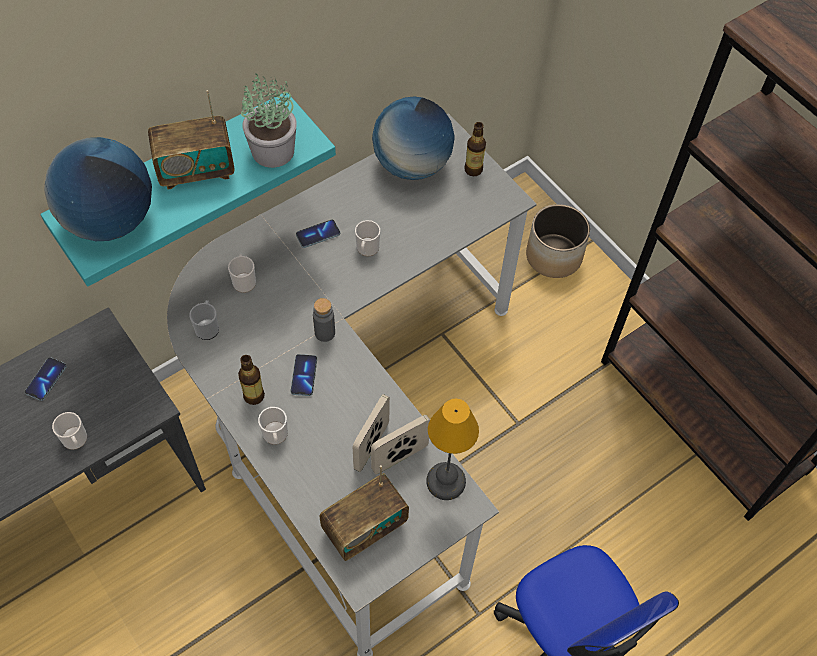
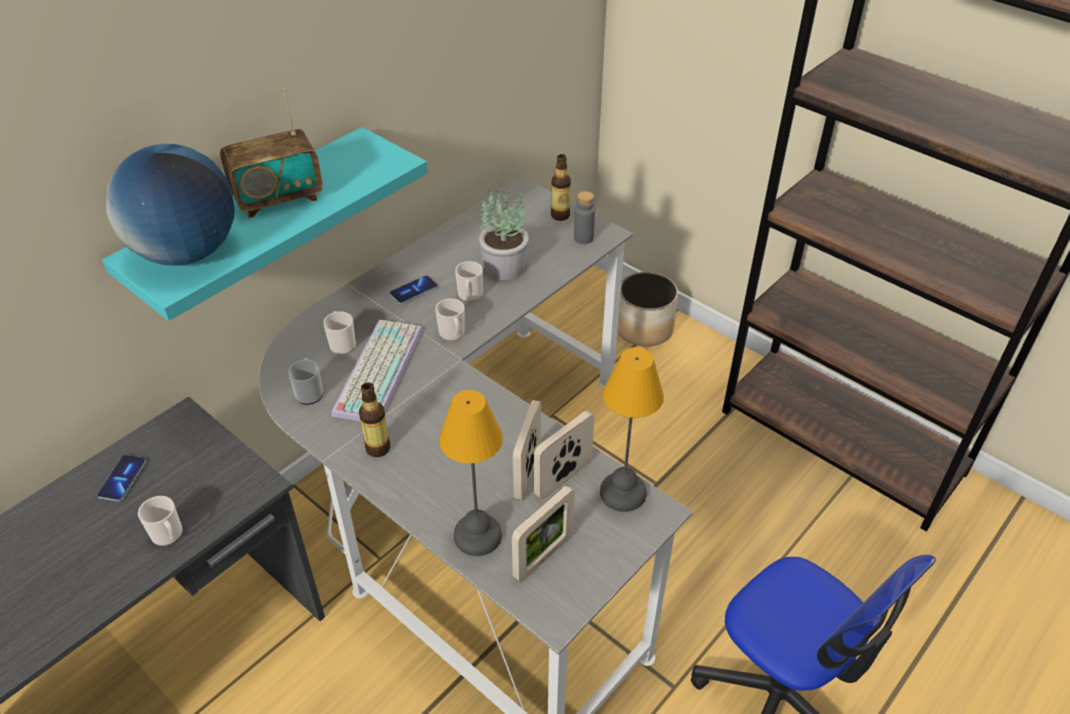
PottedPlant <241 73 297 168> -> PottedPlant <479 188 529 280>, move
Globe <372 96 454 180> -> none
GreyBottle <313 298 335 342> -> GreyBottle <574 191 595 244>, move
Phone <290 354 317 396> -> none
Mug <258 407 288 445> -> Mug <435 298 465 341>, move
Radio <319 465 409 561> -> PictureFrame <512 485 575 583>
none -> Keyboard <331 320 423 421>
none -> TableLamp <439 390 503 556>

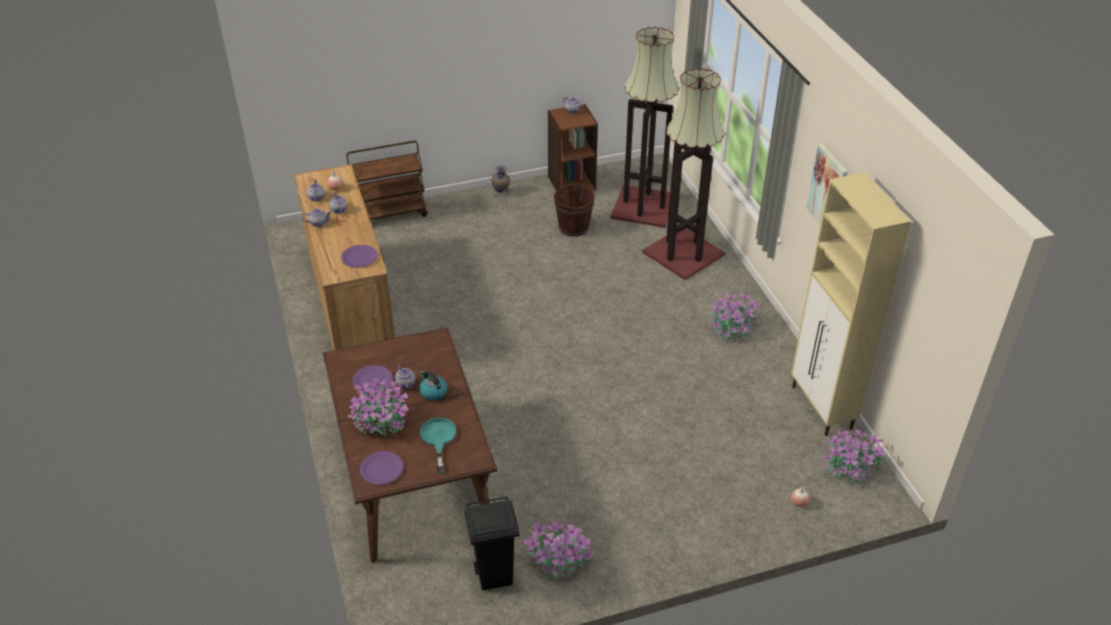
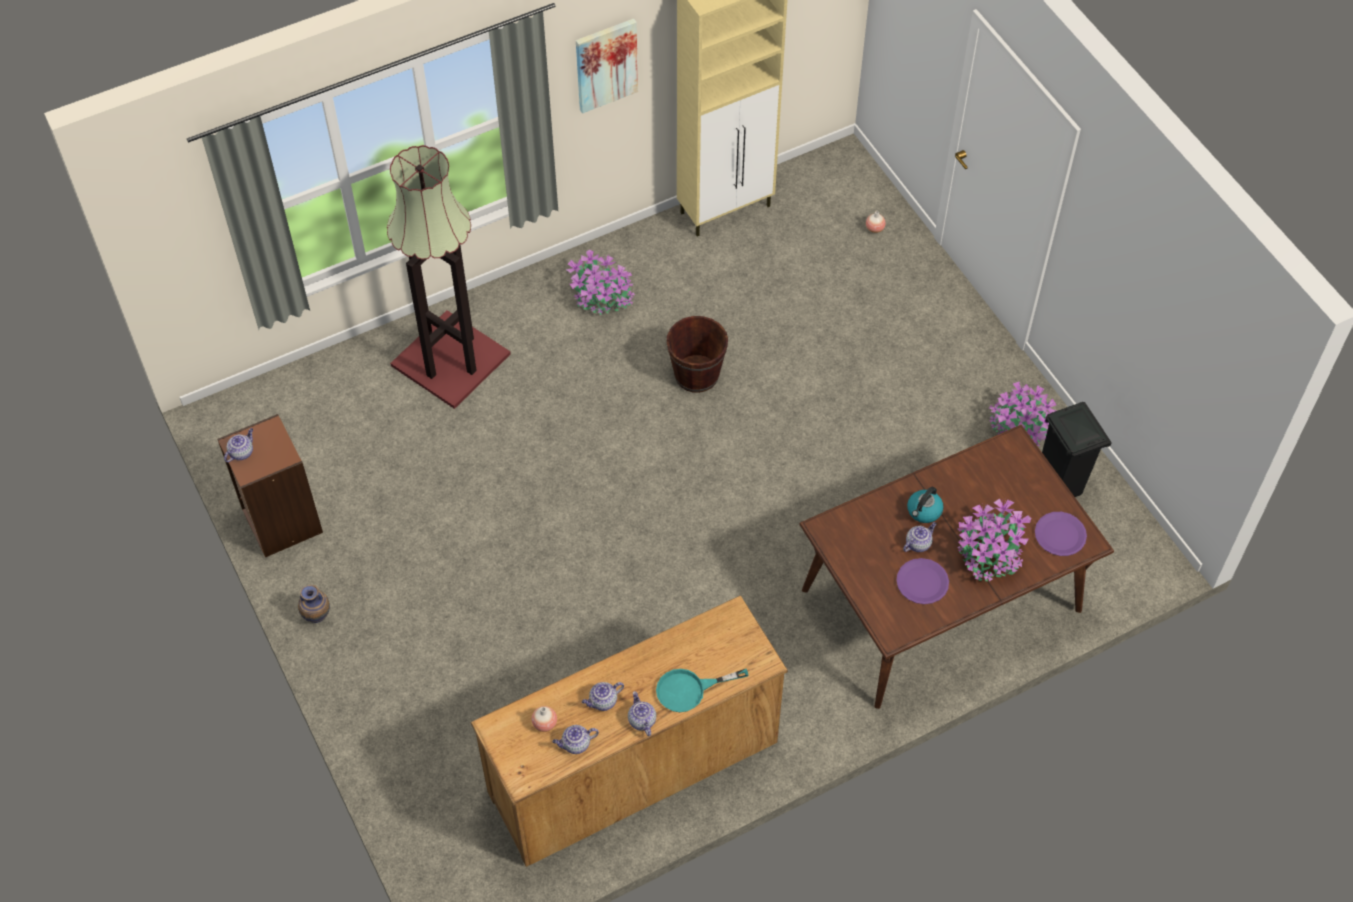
FloorLamp <610 27 679 228> -> none
BrownCart <347 141 428 220> -> none
BrownBucket <554 183 595 237> -> BrownBucket <667 316 728 393>, move
PurplePlate <341 245 378 268> -> none
TurquoiseFryingPan <420 418 456 474> -> TurquoiseFryingPan <656 669 748 712>, move
PottedPlant <823 428 886 483> -> none

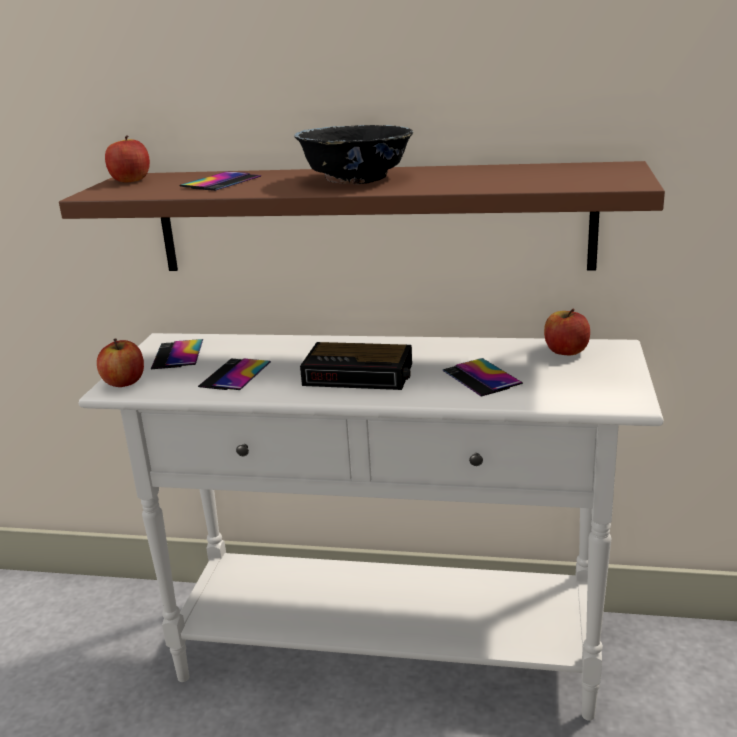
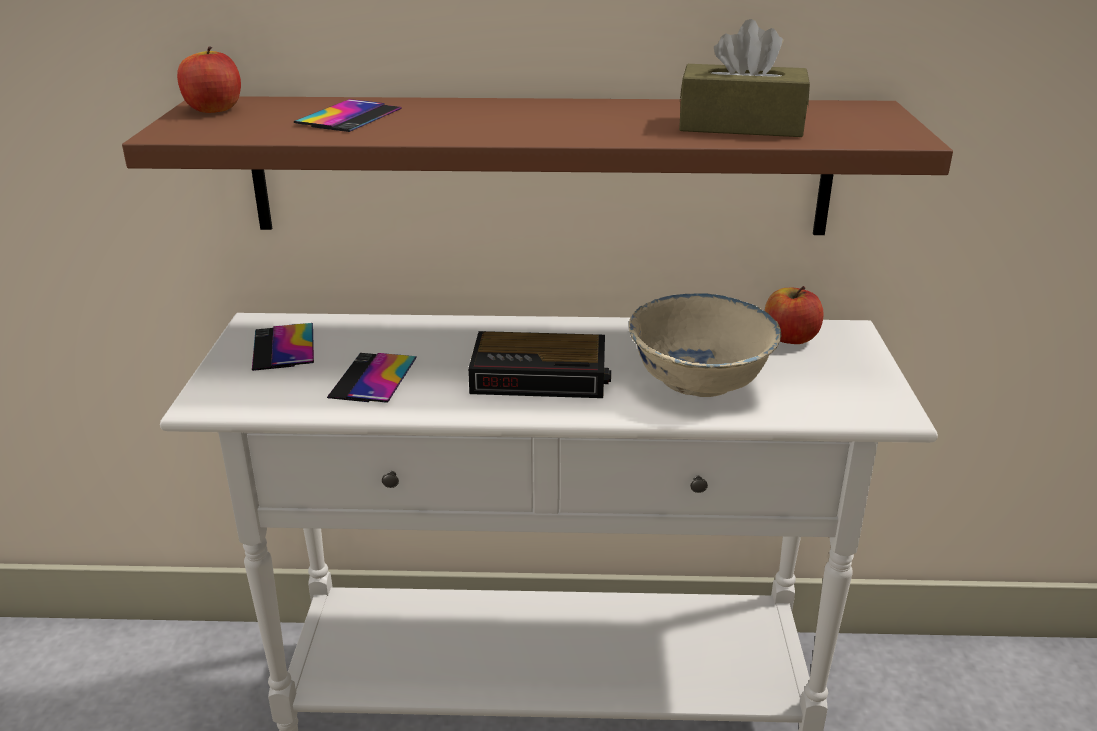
BlackBowl <294 125 413 184> -> none
Apple <97 338 144 387> -> none
Phone <443 358 523 397> -> BeigeBowl <629 293 782 397>
none -> BrownTissueBox <679 19 810 137>

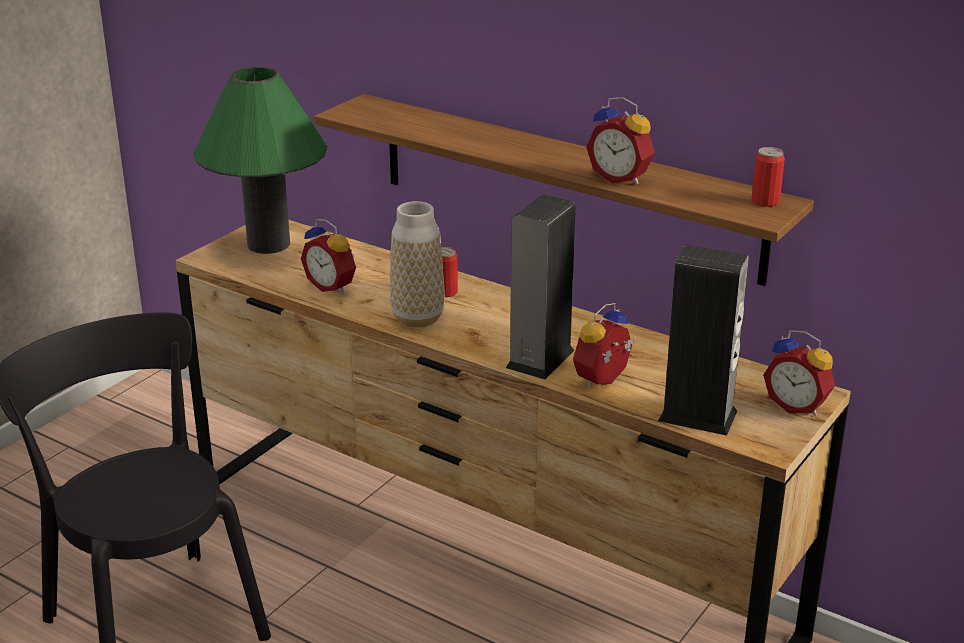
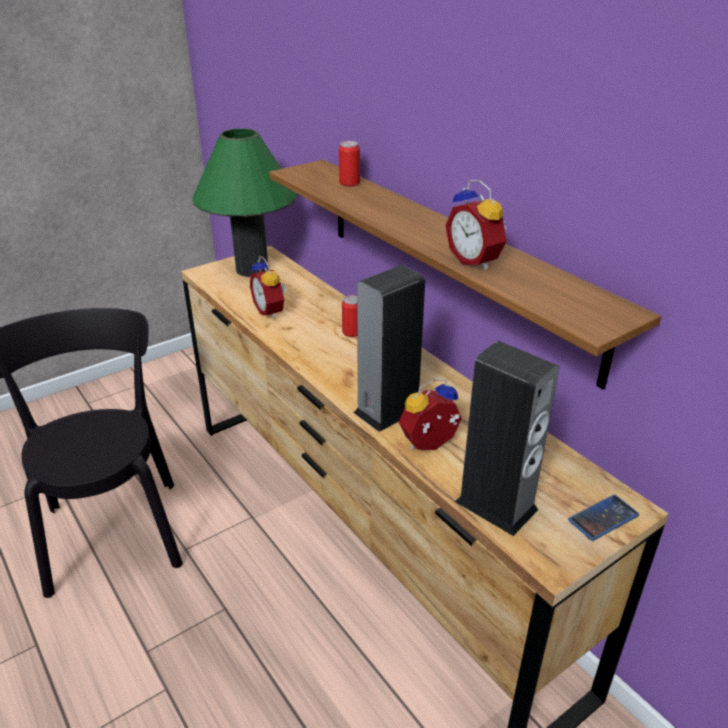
Can <751 147 785 207> -> Can <339 141 360 186>, move
Vase <390 201 445 327> -> none
AlarmClock <763 330 835 416> -> Phone <568 495 639 541>

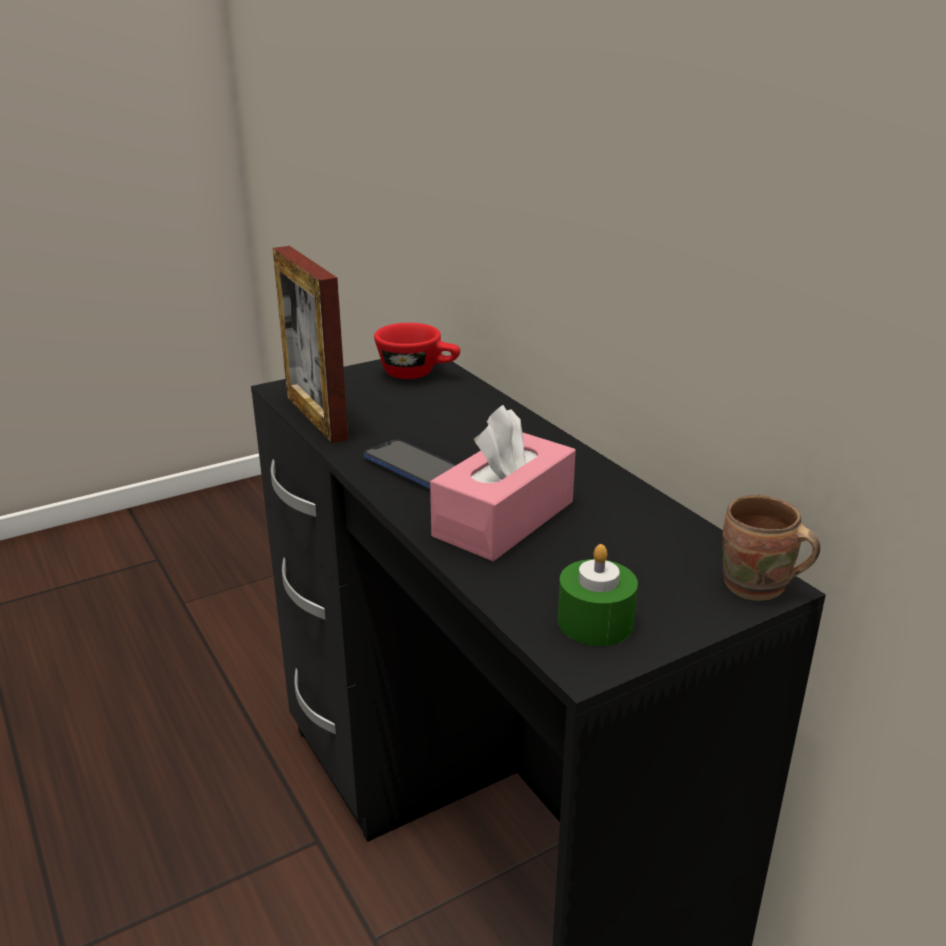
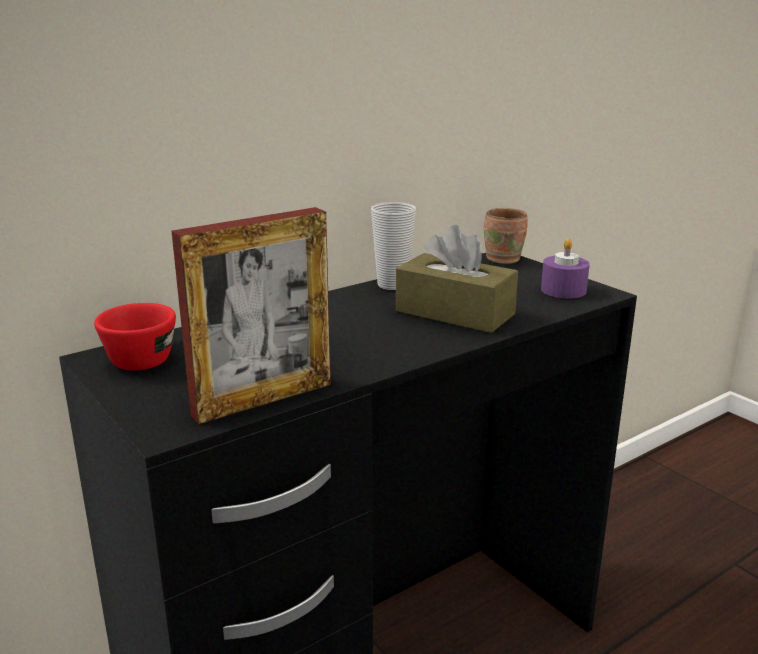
PinkTissueBox <430 405 576 561> -> BrownTissueBox <396 225 518 333>
Phone <364 440 456 489> -> none
GreenCandle <557 544 638 646> -> PurpleCandle <541 238 590 298>
none -> Cup <371 202 416 290>

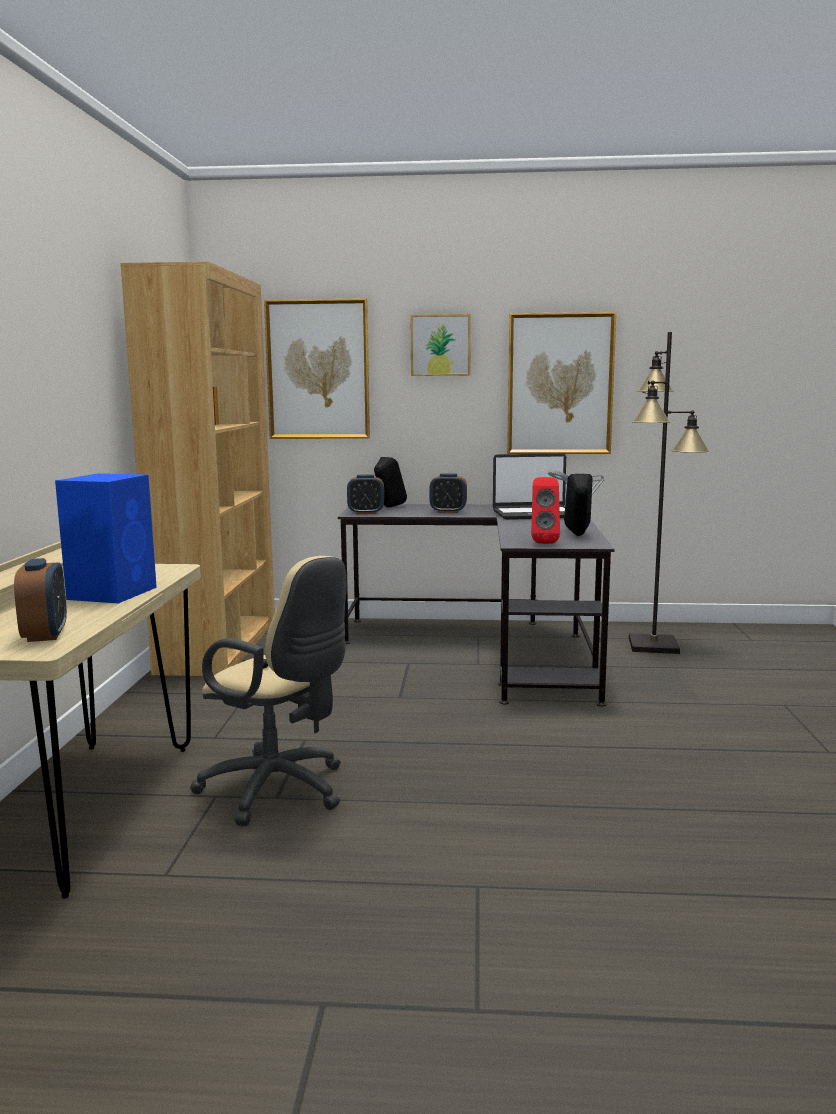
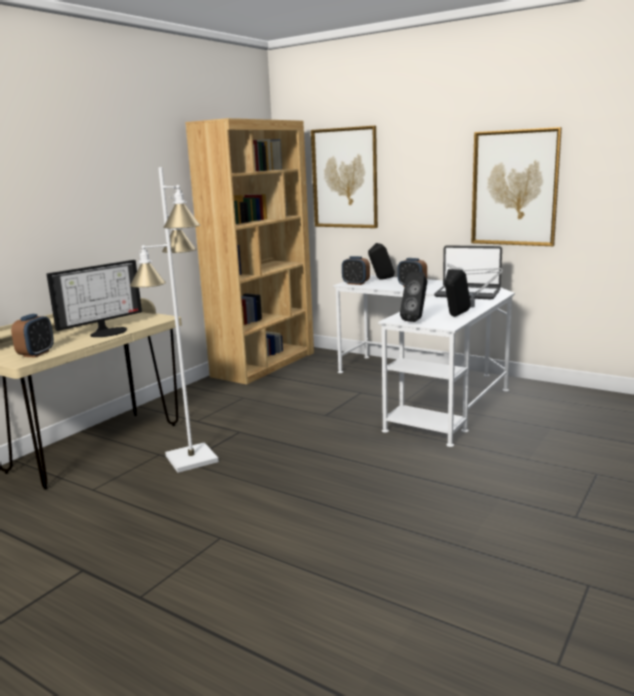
Picture <411 314 471 376> -> none
BlackFloorLamp <629 332 709 654> -> none
BlueSpeaker <55 473 157 603> -> Monitor <46 260 142 337>
RedSpeaker <531 477 560 544> -> BlackSpeaker <400 272 427 322>
BlackDesk <338 504 615 706> -> WhiteDesk <333 275 515 447>
BeigeOfficeChair <190 556 347 826> -> WhiteFloorLamp <130 167 219 473>

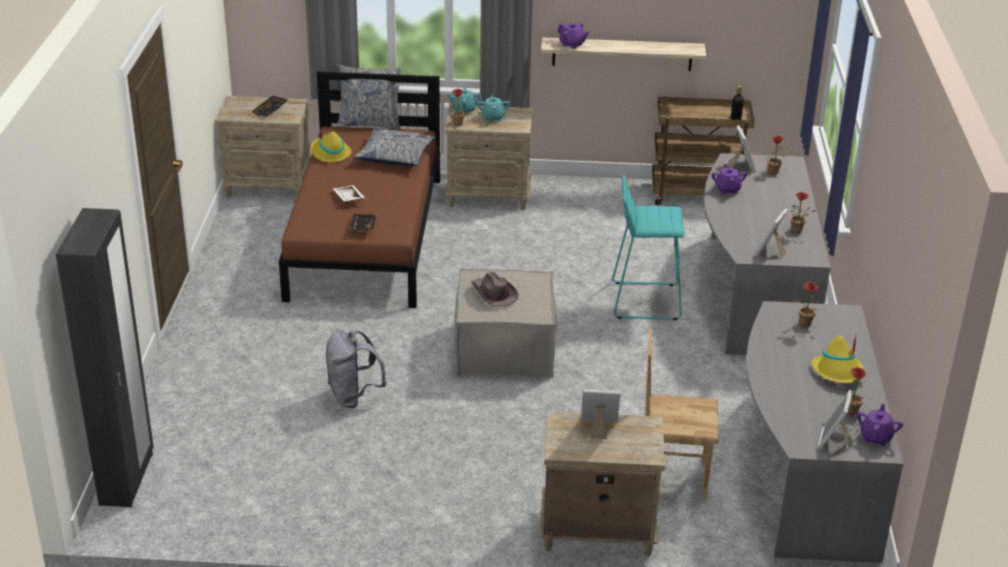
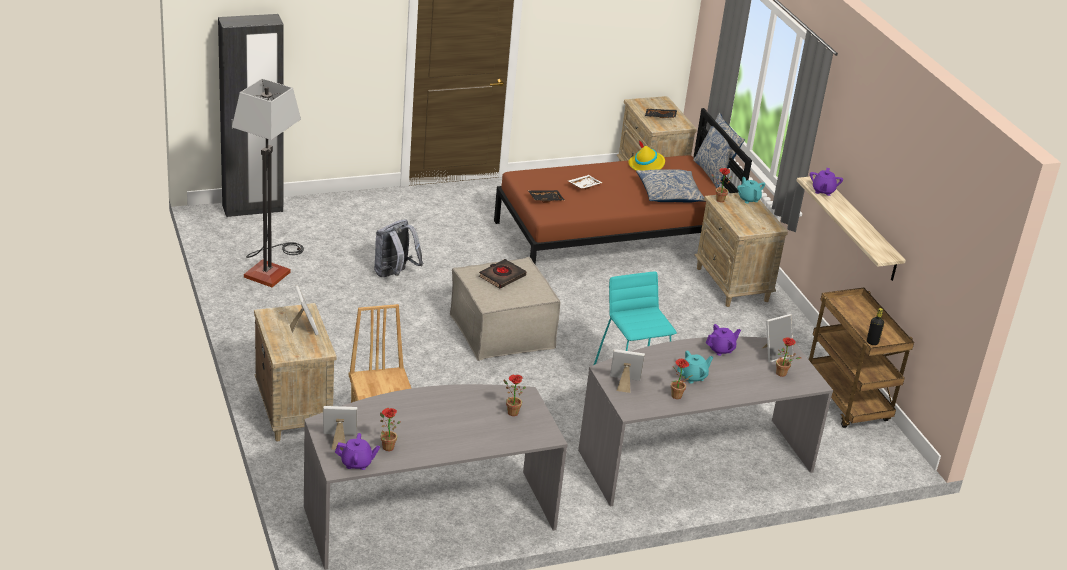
TurquoiseTeapot <477 94 510 122> -> TurquoiseTeapot <677 351 713 383>, move
BrownHat <471 272 519 307> -> BlackBook <479 259 526 289>
YellowHat <812 336 864 383> -> none
none -> FloorLamp <232 79 304 287>

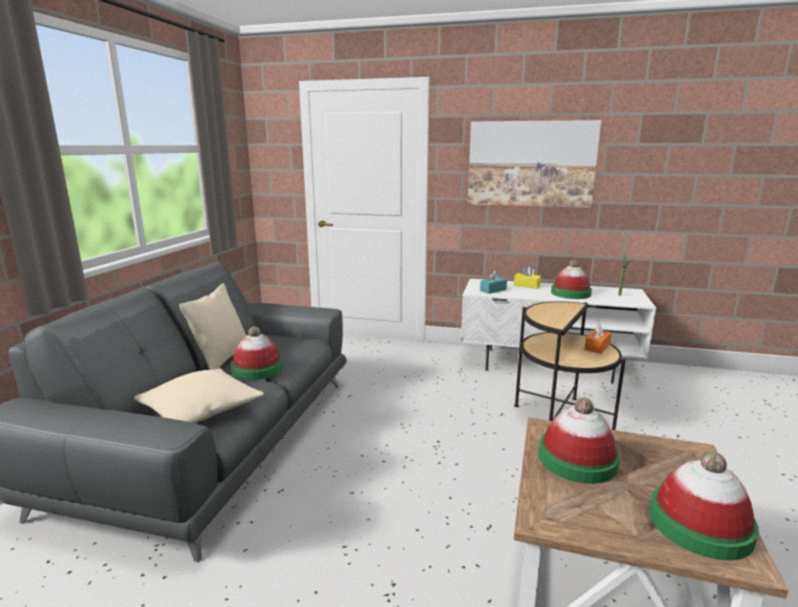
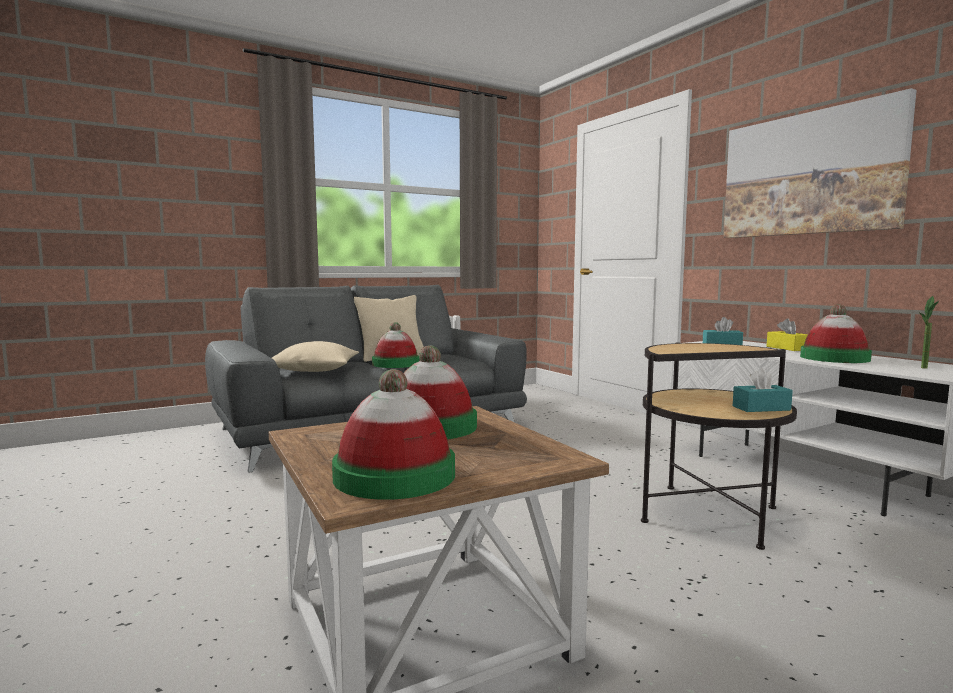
OrangeTissueBox <584 323 611 354> -> TurquoiseTissueBox <733 368 793 412>

